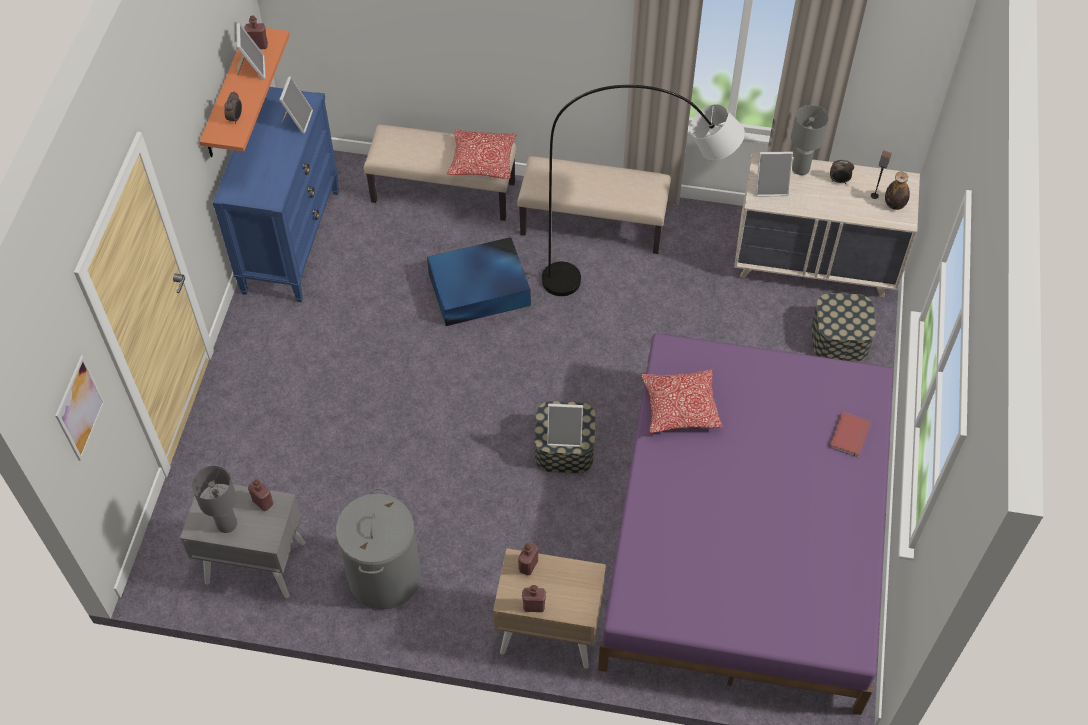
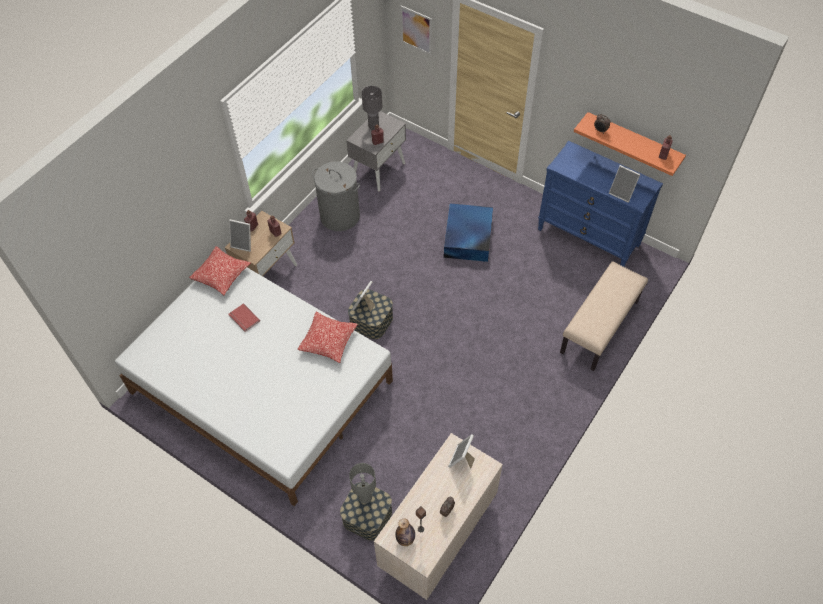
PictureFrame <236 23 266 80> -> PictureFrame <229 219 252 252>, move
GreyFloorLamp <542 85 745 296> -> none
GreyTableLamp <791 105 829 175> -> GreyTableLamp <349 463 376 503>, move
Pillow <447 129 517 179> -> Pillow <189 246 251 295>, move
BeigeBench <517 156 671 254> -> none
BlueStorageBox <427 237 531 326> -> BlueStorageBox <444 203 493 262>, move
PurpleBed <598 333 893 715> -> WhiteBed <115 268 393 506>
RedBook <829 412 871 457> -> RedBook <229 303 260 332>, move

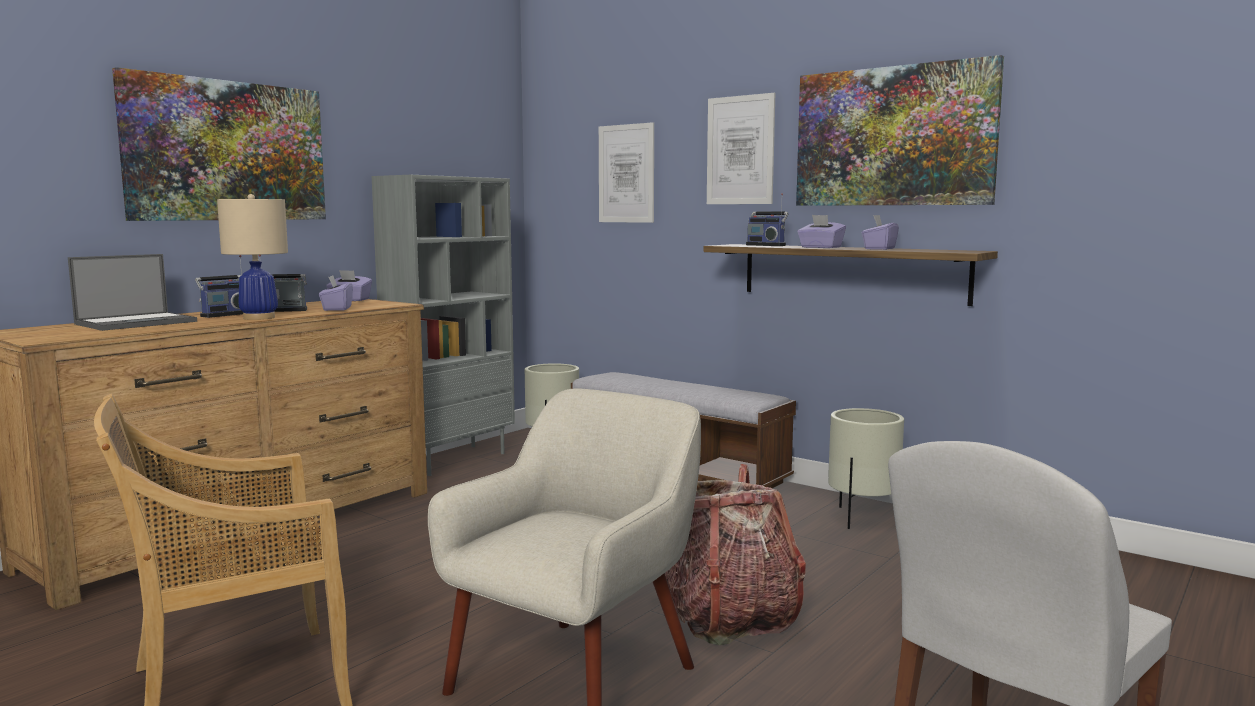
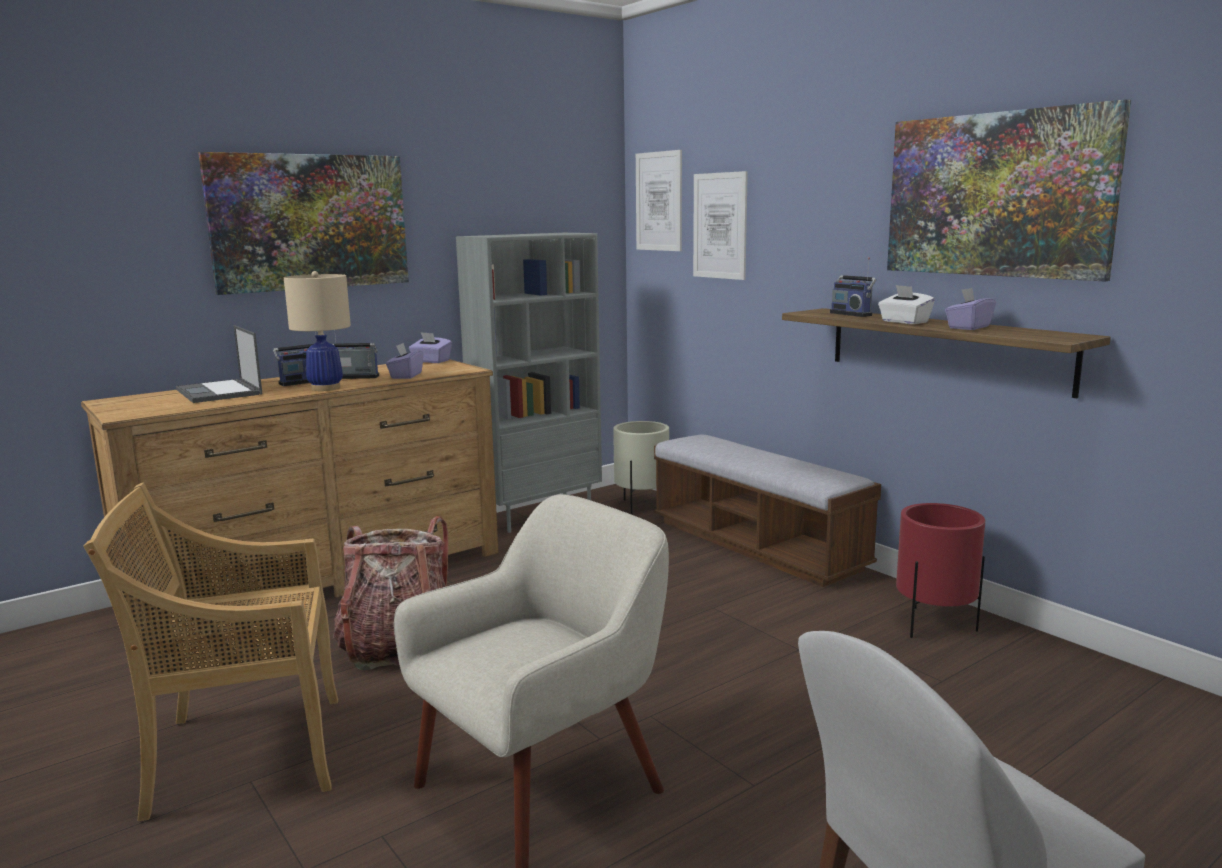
Picture <707 93 775 204> -> Picture <636 150 682 251>, move
PurpleTissueBox <797 215 846 248> -> WhiteTissueBox <878 285 935 324>
Laptop <68 254 197 331> -> Laptop <176 325 262 403>, 90 degrees clockwise
BeigePlanter <828 408 904 529> -> RedPlanter <896 503 985 638>
Backpack <652 464 806 645> -> Backpack <333 516 448 670>, move

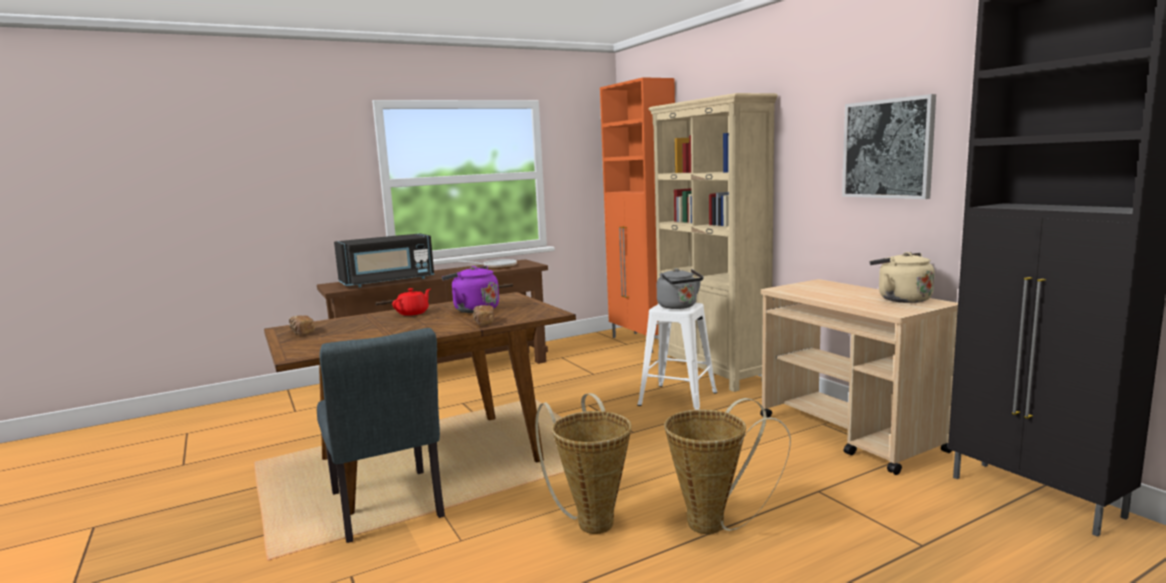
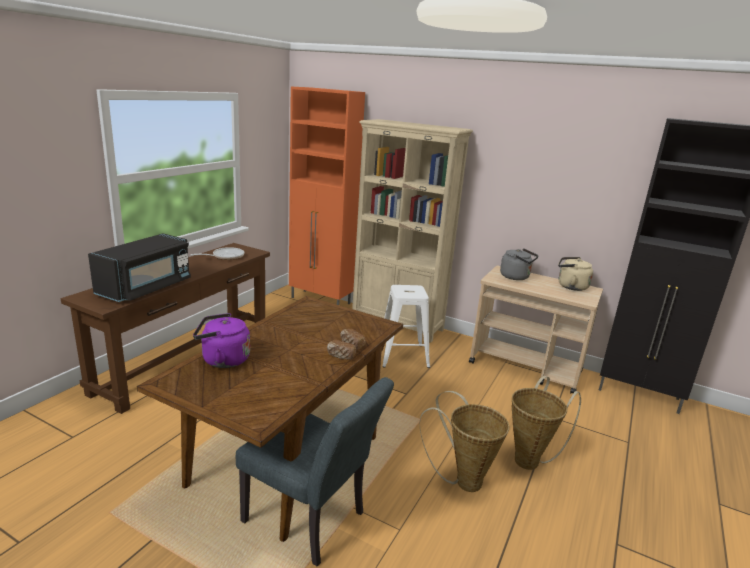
Picture <842 94 936 199> -> none
PurpleKettle <442 266 499 313> -> PurpleKettle <193 313 250 368>, move
GreyKettle <657 268 704 309> -> GreyKettle <500 248 538 280>, move
RedTeapot <392 288 430 316> -> none
Bread <289 316 315 335> -> Bread <327 340 356 360>, move

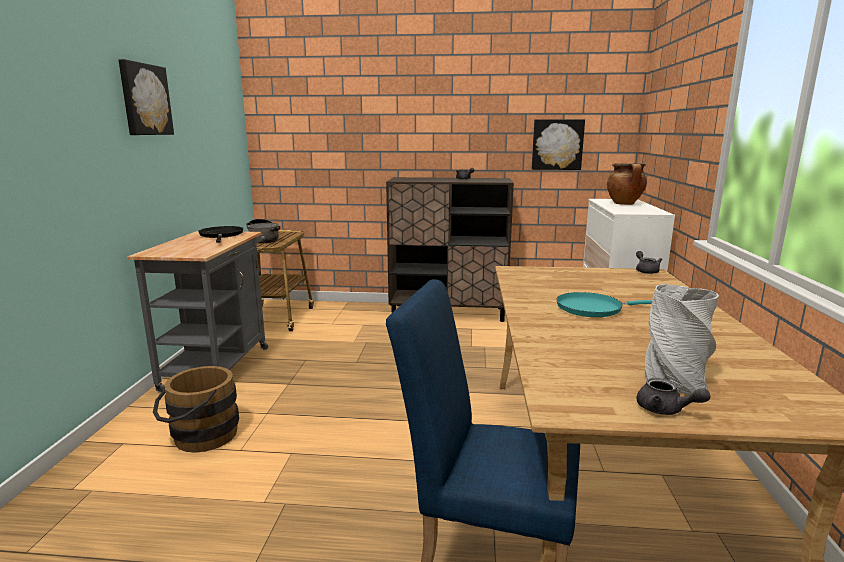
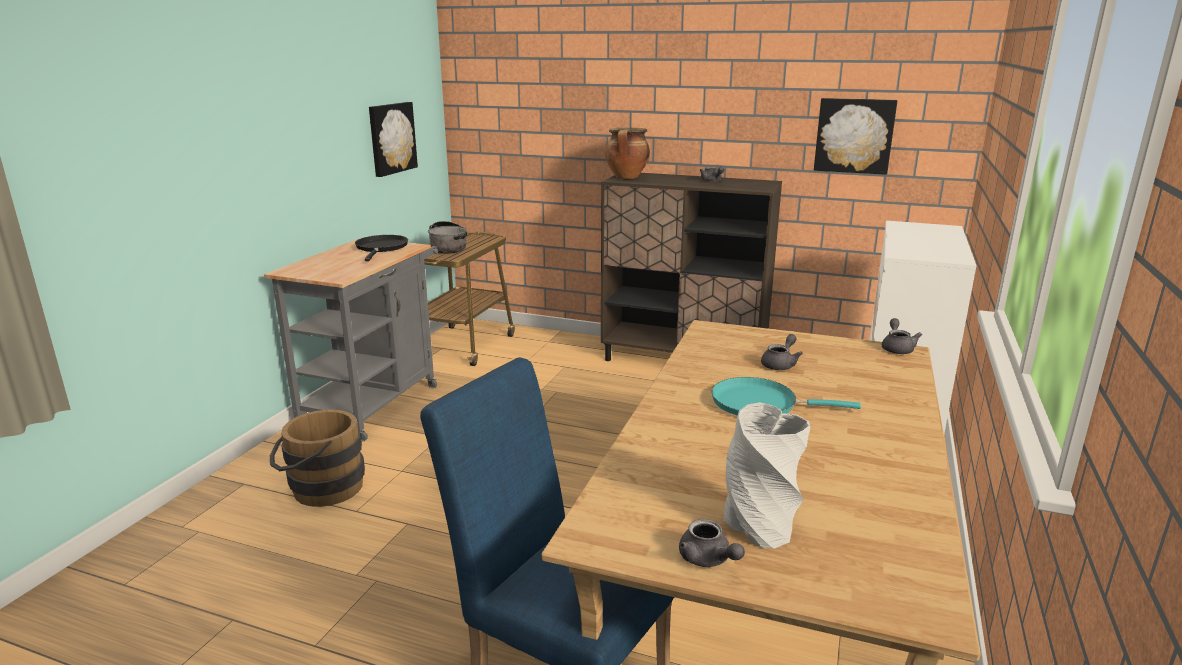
Picture <119 59 174 135> -> Picture <369 102 418 177>, move
CookingPot <607 163 647 205> -> CookingPot <605 128 650 179>, move
none -> GreyTeapot <761 334 803 370>

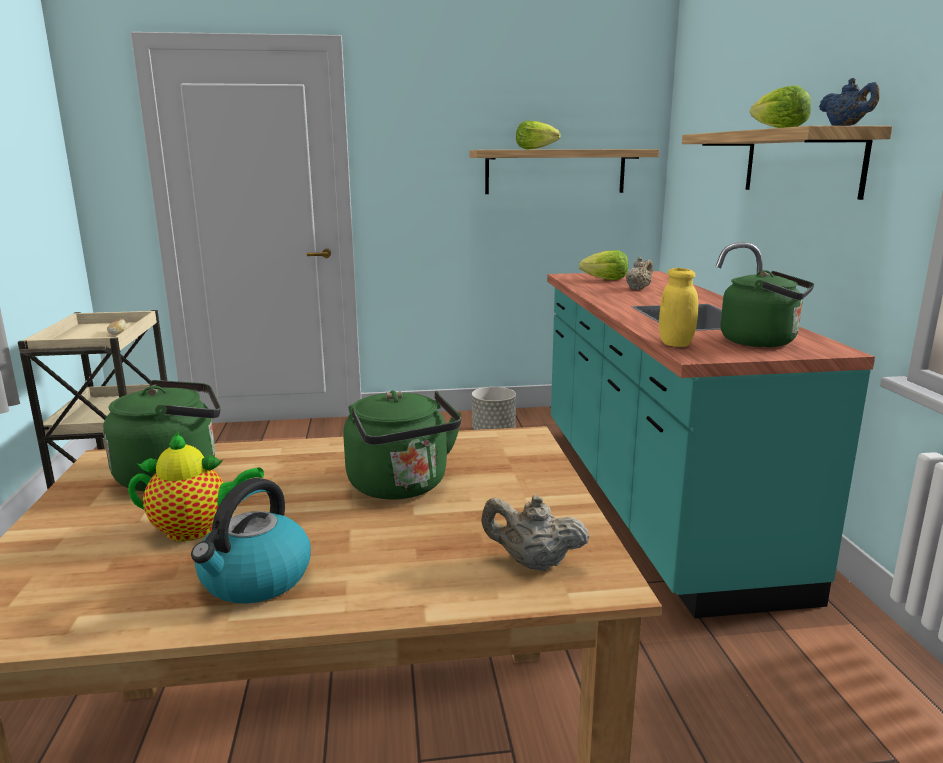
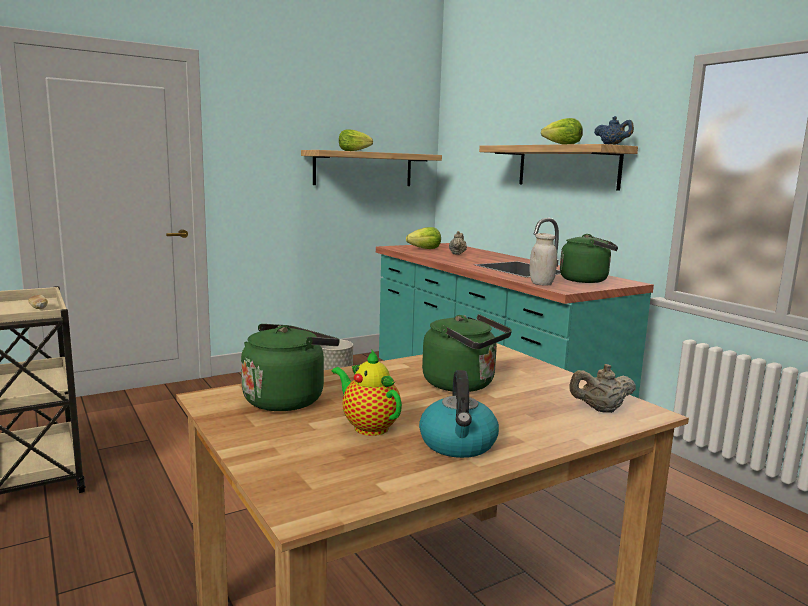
YellowJar <659 268 698 347> -> WhiteJar <530 233 557 286>
Teapot <128 432 264 541> -> Teapot <332 350 402 436>, 105 degrees counterclockwise

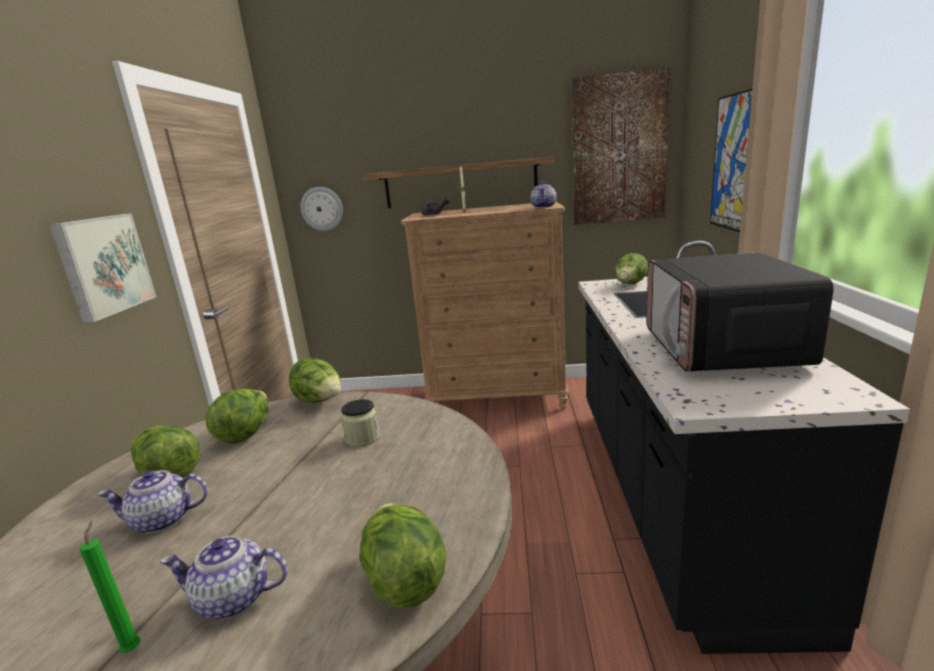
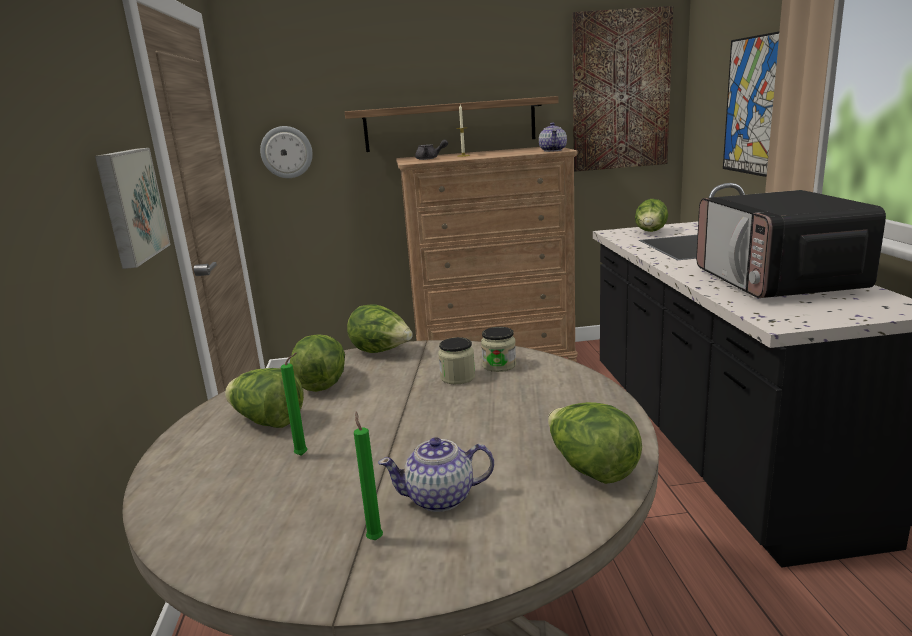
Teapot <97 470 208 533> -> GreenCandle <281 353 307 456>
none -> Jar <481 327 516 372>

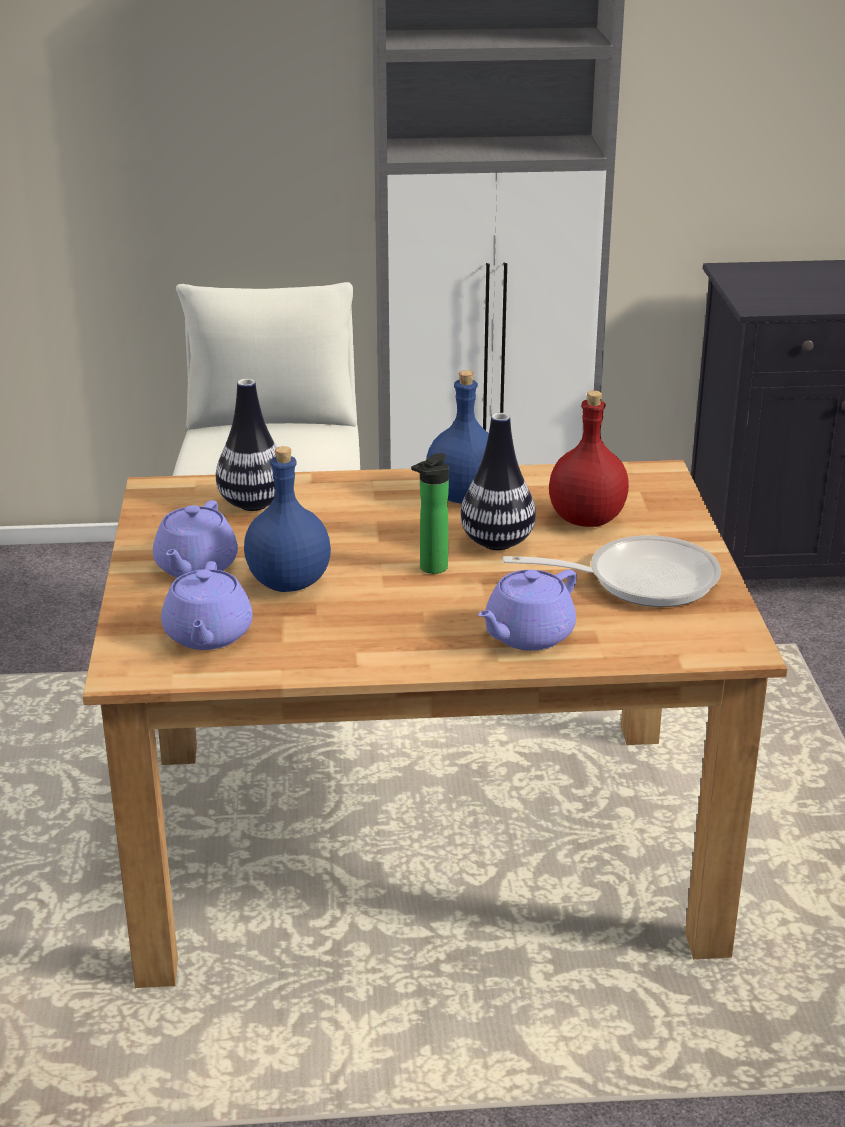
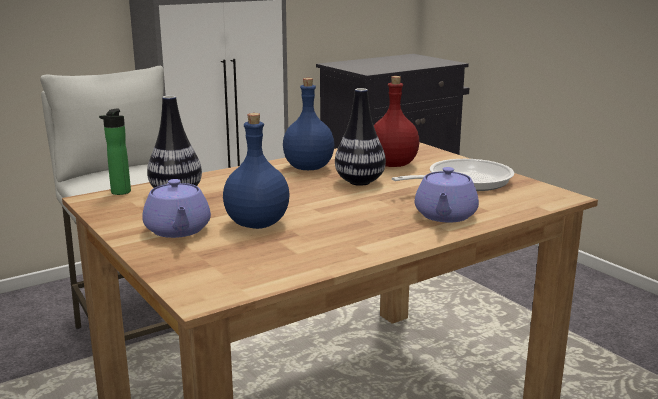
Bottle <411 453 449 574> -> Bottle <99 109 131 195>, move
PurpleTeapot <161 561 253 650> -> none

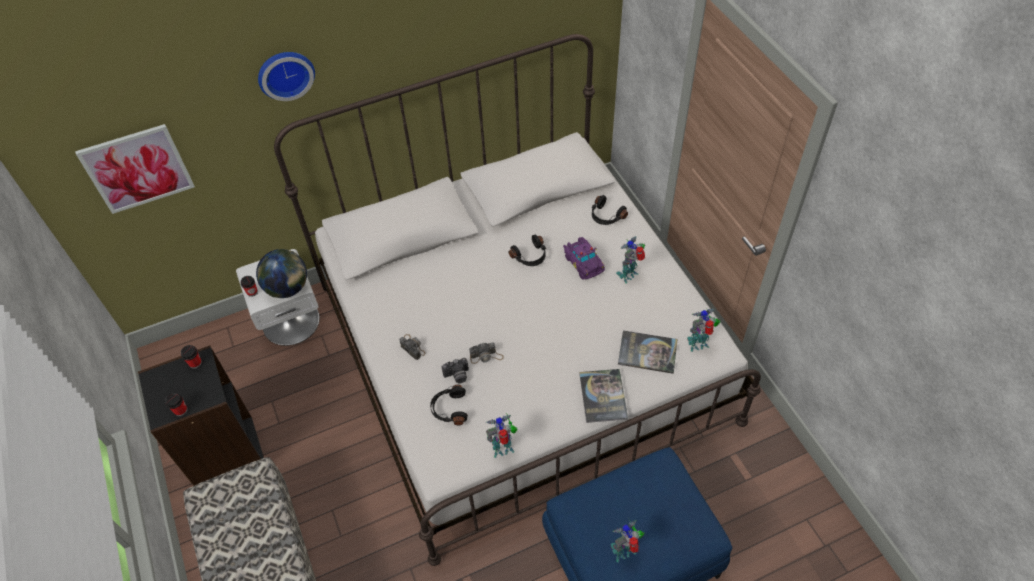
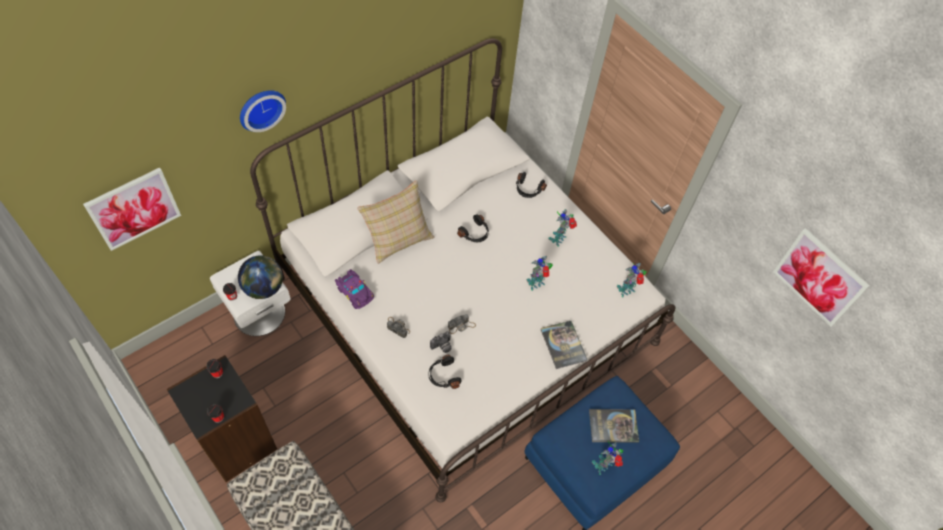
PurpleToyCar <563 237 605 280> -> PurpleToyCar <335 269 374 309>, move
Book <618 330 678 374> -> Book <589 409 639 443>, move
ToyRobot <486 413 518 458> -> ToyRobot <527 256 553 291>, move
none -> BeigePillow <357 180 435 264>
none -> Picture <773 228 870 326>

